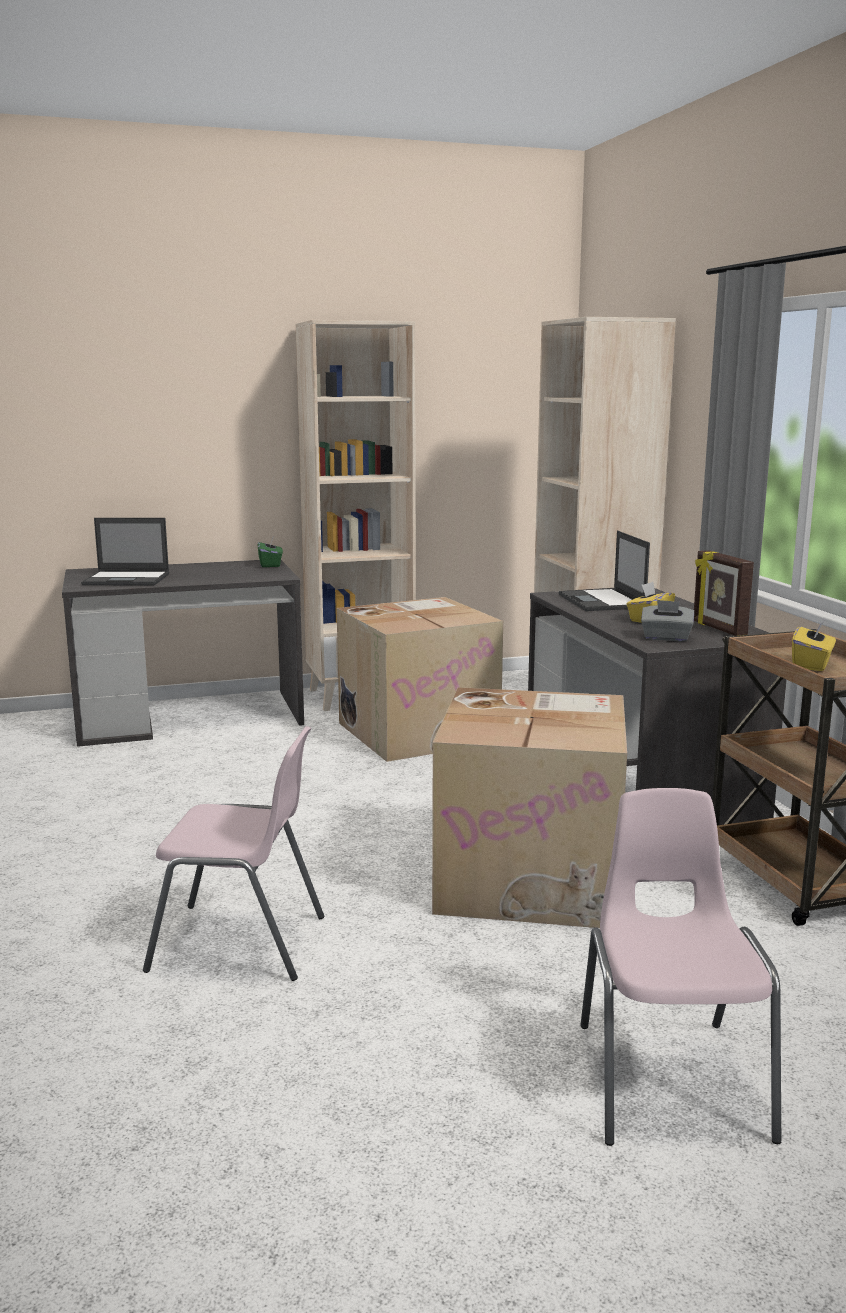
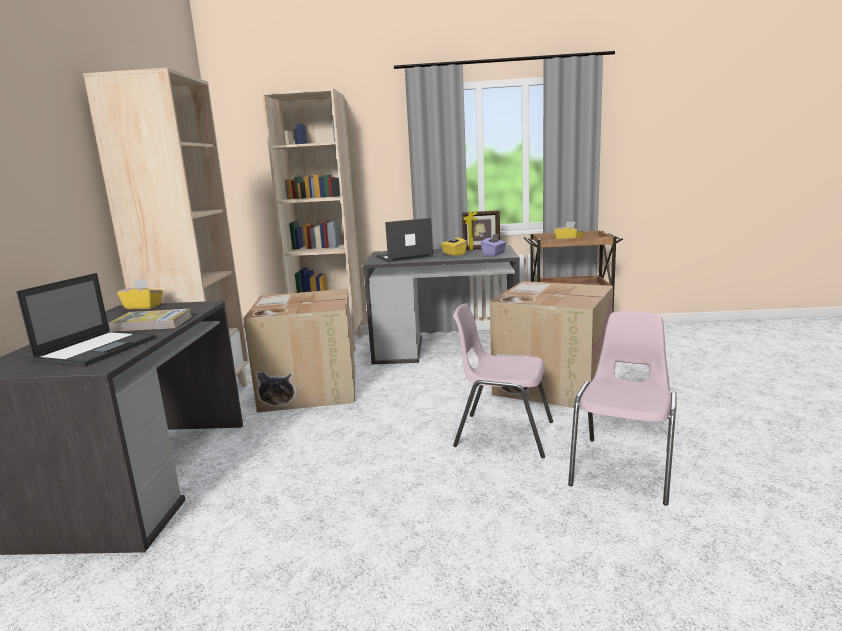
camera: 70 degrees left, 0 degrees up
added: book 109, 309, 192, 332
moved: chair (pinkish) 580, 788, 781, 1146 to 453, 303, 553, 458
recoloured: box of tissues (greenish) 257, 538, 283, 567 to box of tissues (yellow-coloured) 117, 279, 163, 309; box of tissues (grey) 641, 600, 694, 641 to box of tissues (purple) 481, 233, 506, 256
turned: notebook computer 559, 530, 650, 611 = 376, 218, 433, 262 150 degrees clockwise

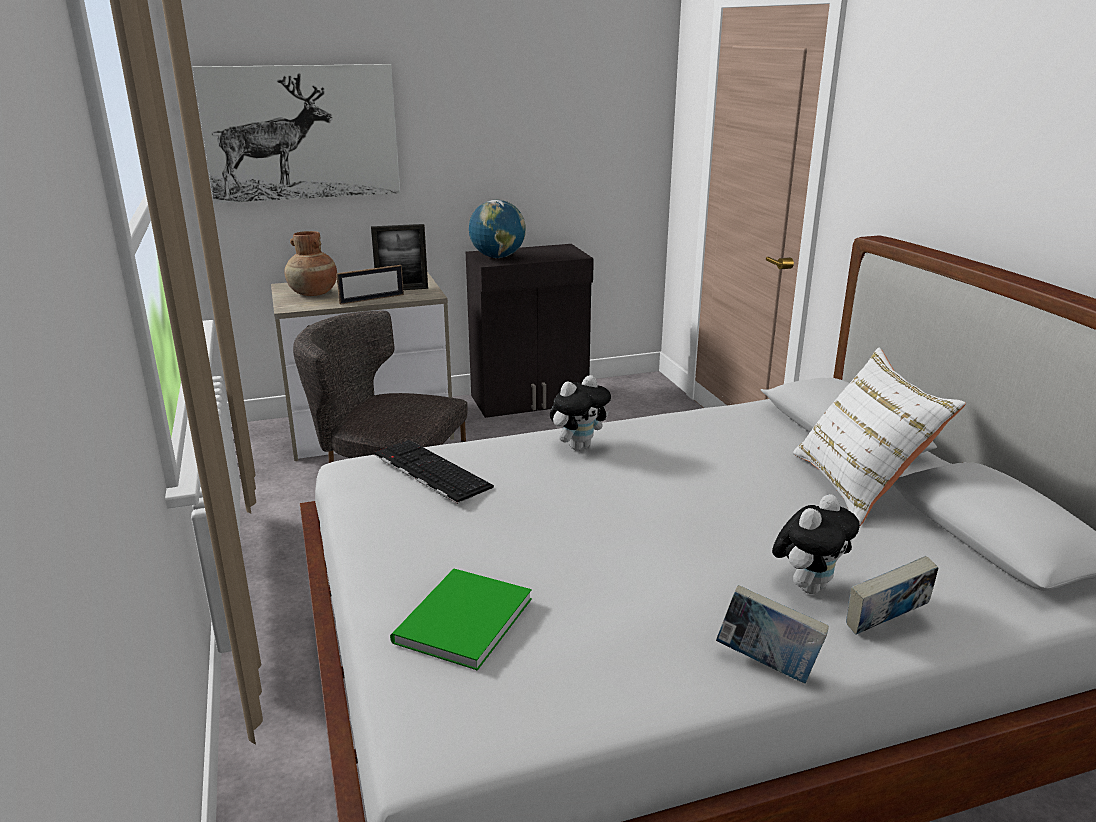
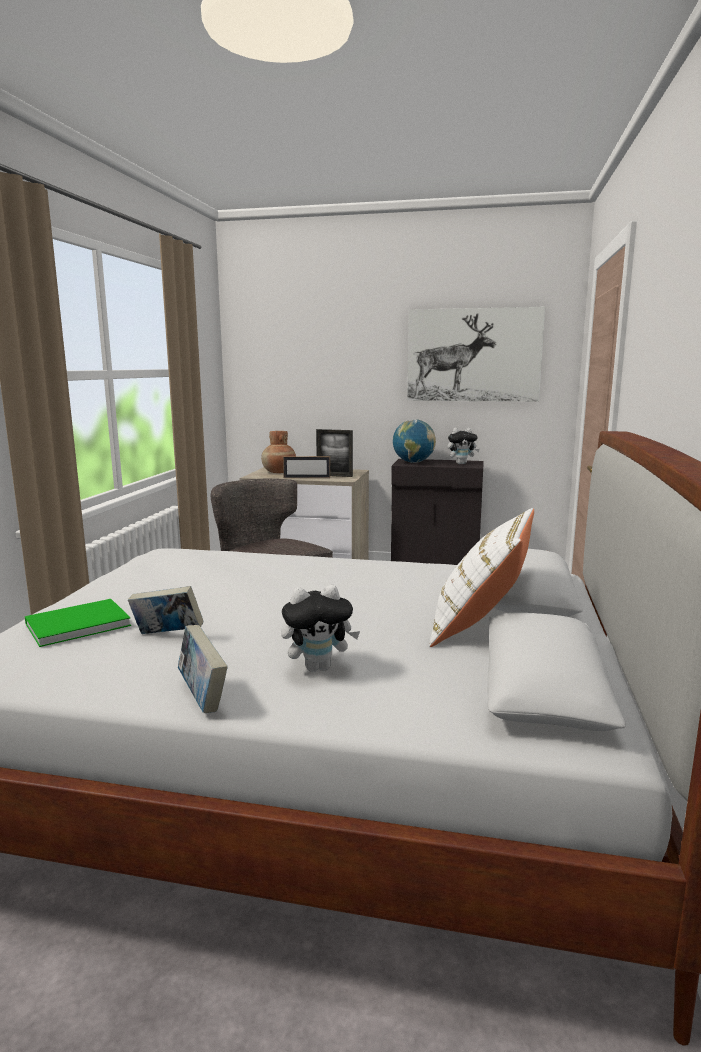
camera: 30 degrees right, 10 degrees down
removed: keyboard 374, 440, 494, 504
moved: wall art 192, 64, 400, 204 to 407, 307, 545, 402; soft toy 550, 375, 611, 451 to 447, 428, 480, 464; book 846, 556, 938, 634 to 128, 586, 204, 634

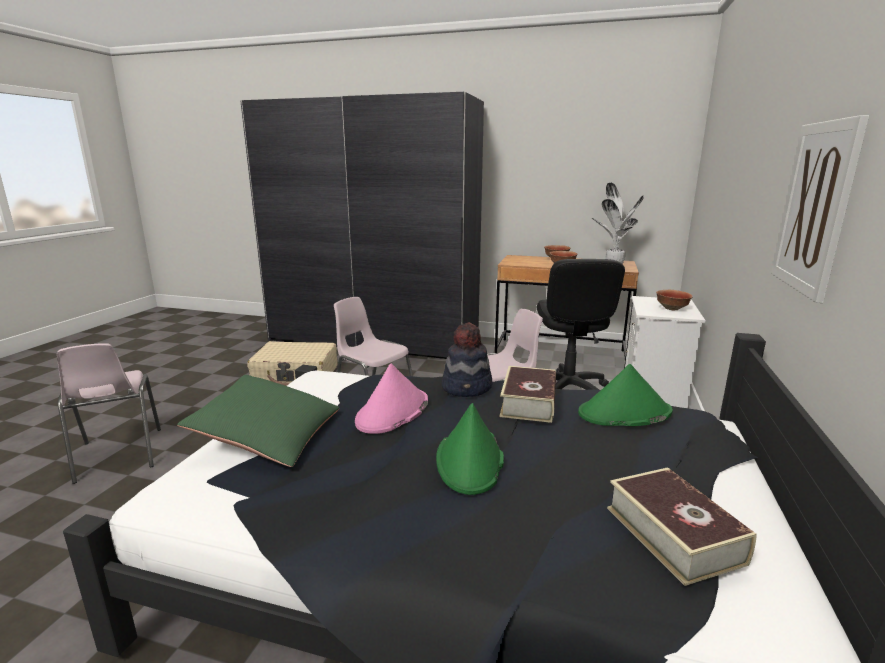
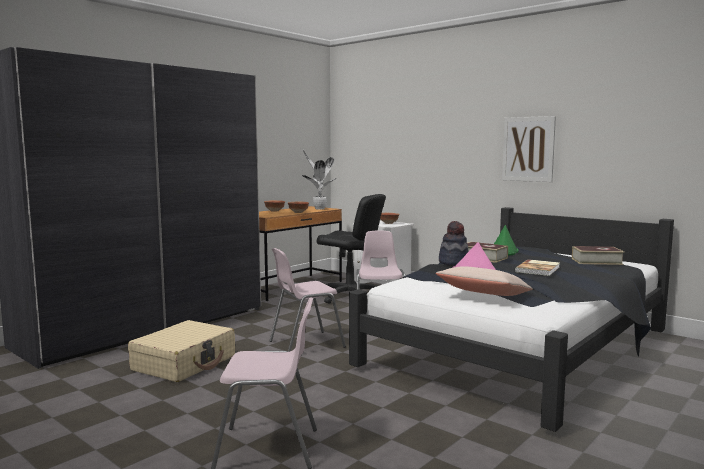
camera: 65 degrees left, 10 degrees down
replaced: clothing hat (greenish) 436, 403, 504, 495 to book 515, 259, 560, 276
recoloured: cushion (greenish) 177, 375, 339, 467 to cushion (beige) 436, 266, 533, 296

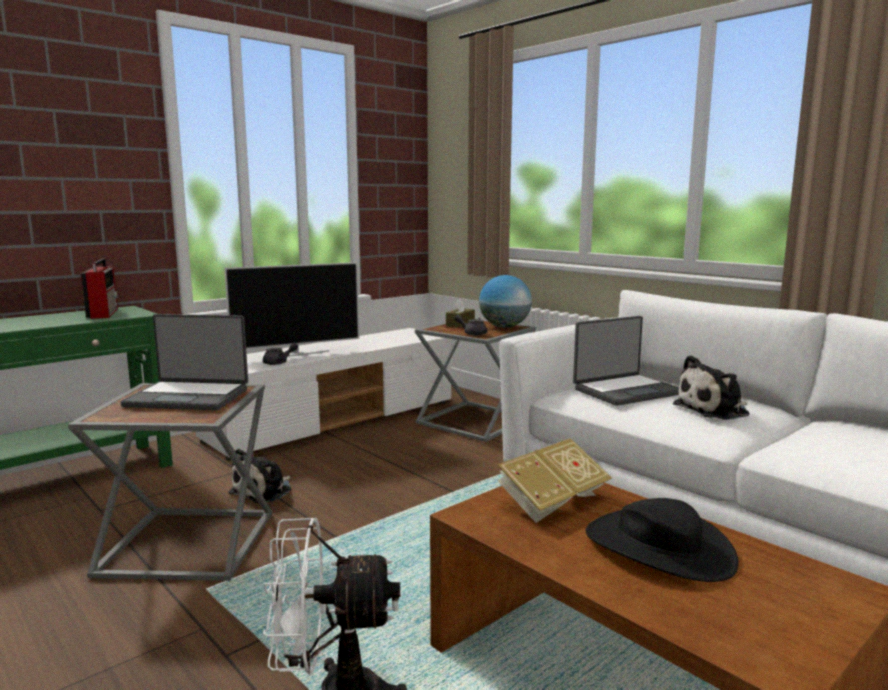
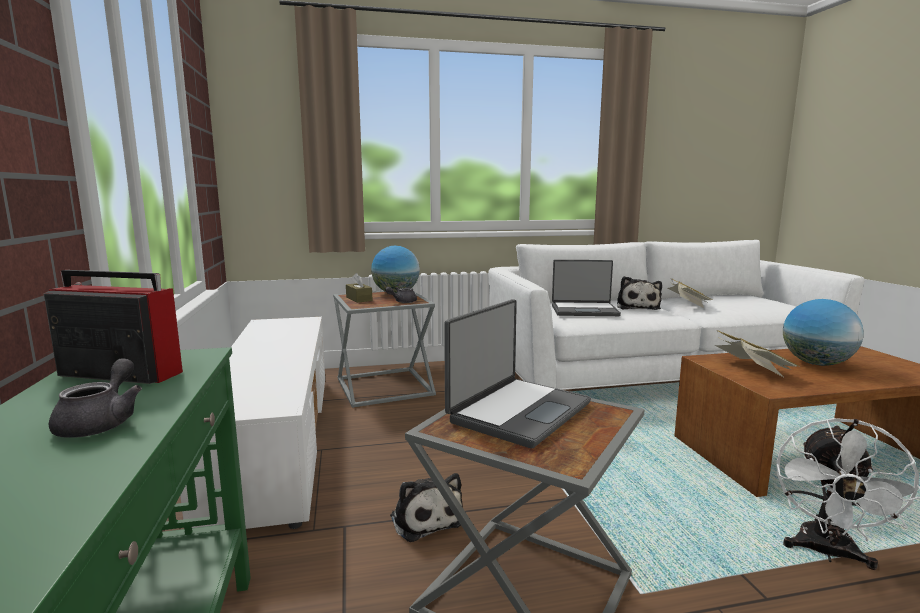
camera: 60 degrees left, 0 degrees up
removed: television 224, 262, 360, 356
added: book 668, 278, 712, 308
moved: tea pot (grey) 263, 343, 298, 365 to 49, 358, 142, 438
replaced: clothing hat (black-coloured) 585, 498, 738, 582 to globe 783, 299, 864, 366
turned: notebook computer 573, 316, 679, 406 = 552, 260, 621, 316 90 degrees clockwise

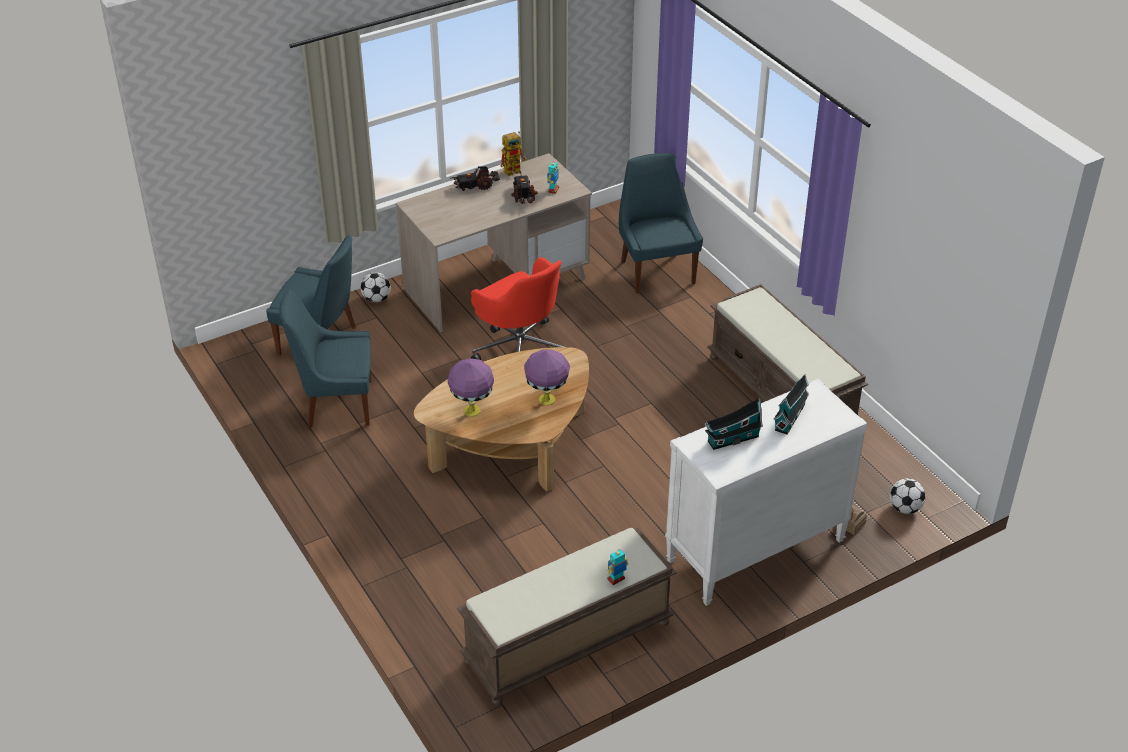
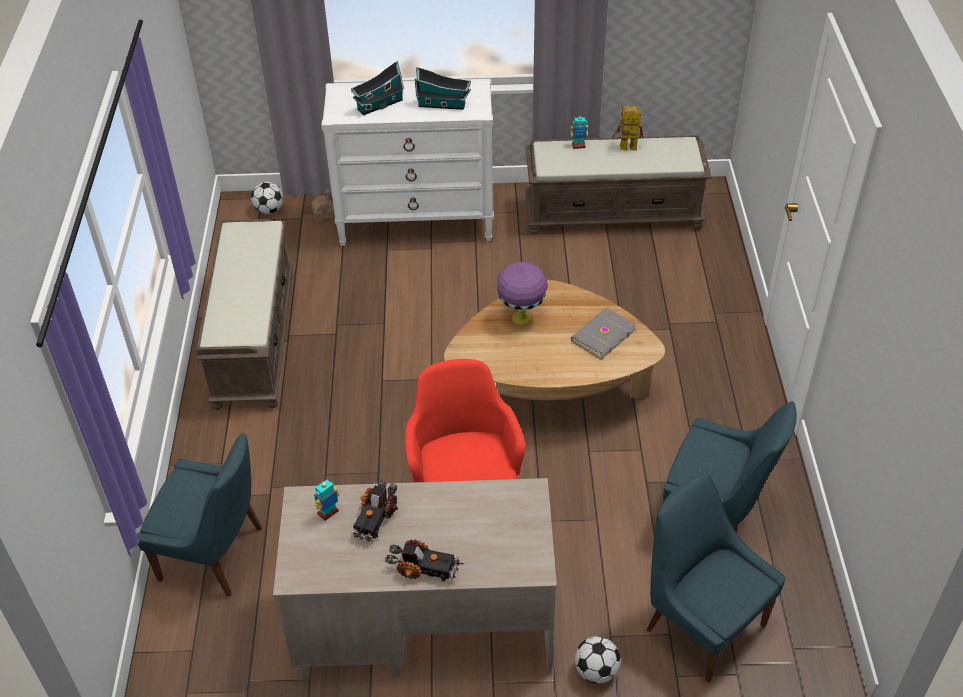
camera: 150 degrees left, 5 degrees up
moved: robot figure 501, 131, 527, 176 to 612, 106, 644, 151
replaced: lamp for a table (purple) 448, 358, 494, 417 to book (grey) 571, 307, 636, 360
turned: chair (bluish) 619, 153, 703, 293 = 137, 433, 262, 597 90 degrees counterclockwise

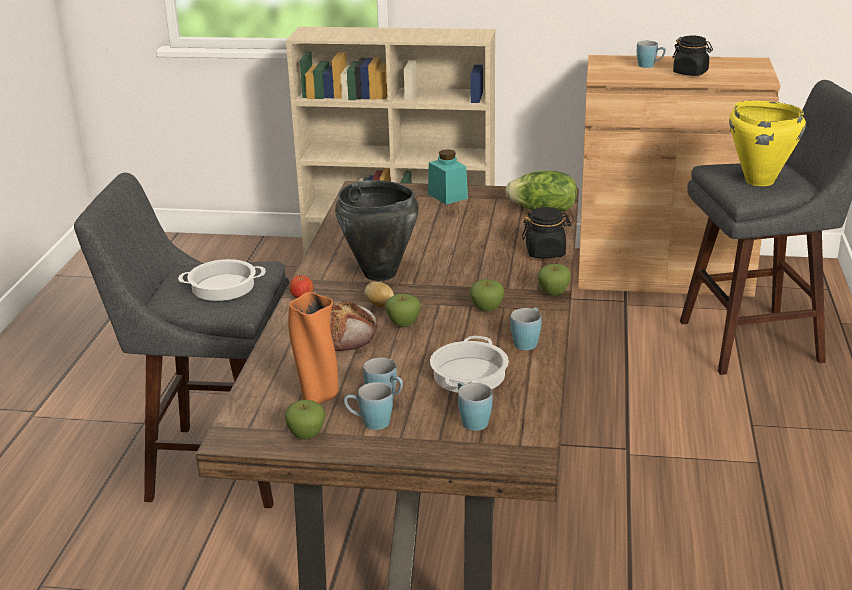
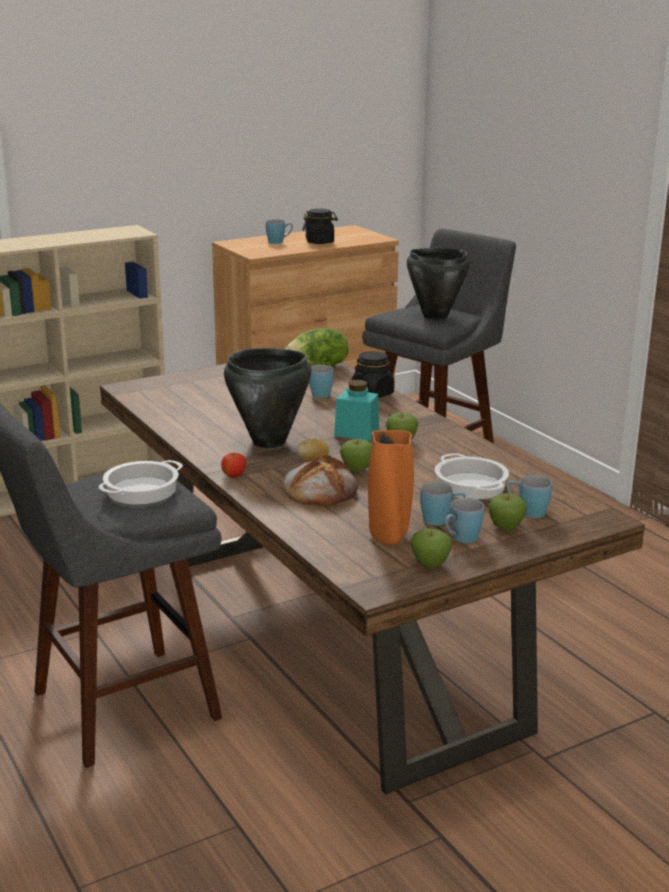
camera: 40 degrees left, 5 degrees down
moved: jar (turquoise) 428, 149, 468, 205 to 334, 380, 379, 441; coffee mug (bluish) 510, 307, 542, 350 to 309, 365, 334, 397; whole apple 537, 264, 571, 296 to 488, 493, 527, 530
recoloured: stockpot (yellow-coloured) 729, 101, 806, 186 to stockpot (black-coloured) 407, 248, 469, 320

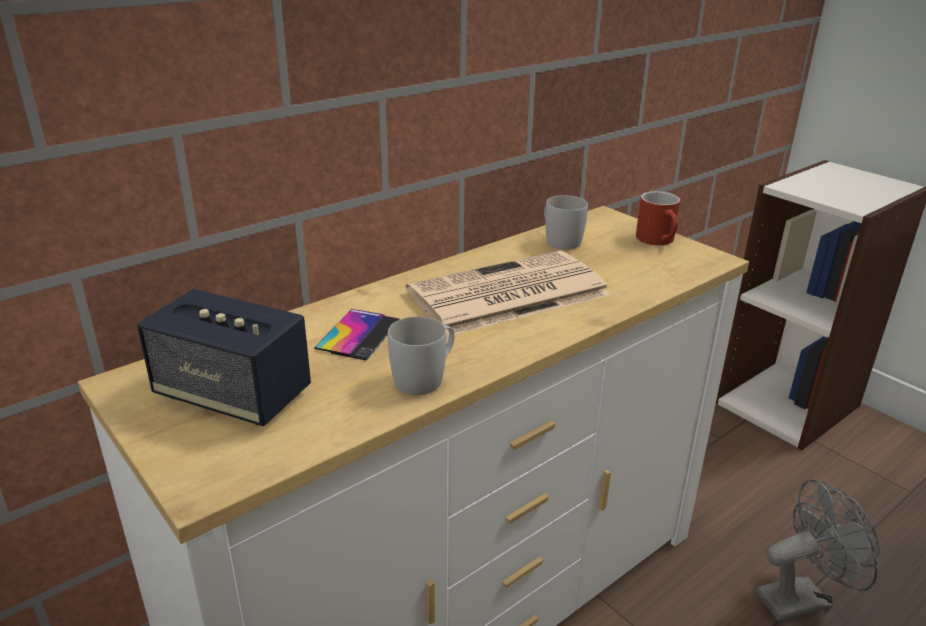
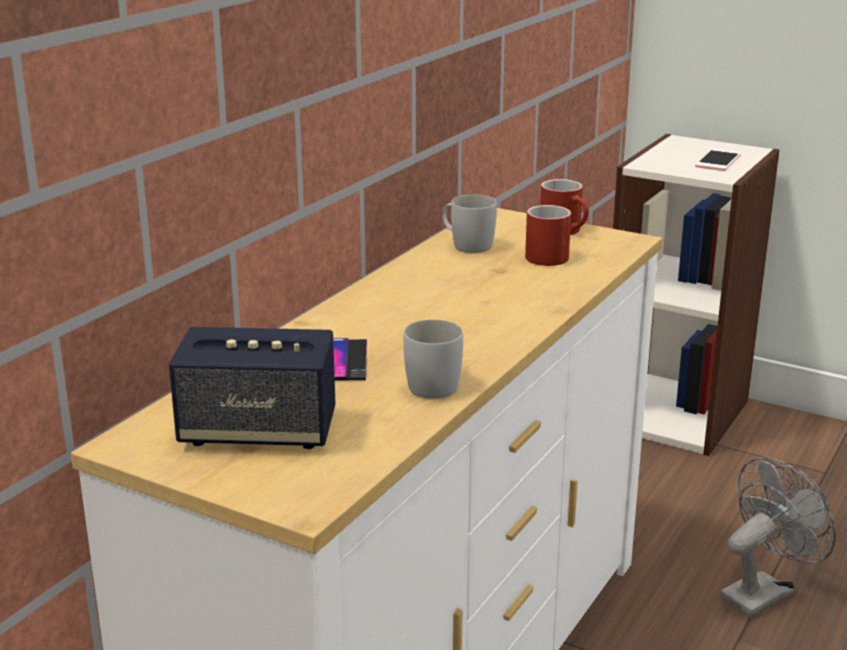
camera: 20 degrees left, 5 degrees down
removed: newspaper 406, 251, 611, 336
added: coffee mug (red-coloured) 525, 205, 571, 266; handset 695, 149, 741, 171

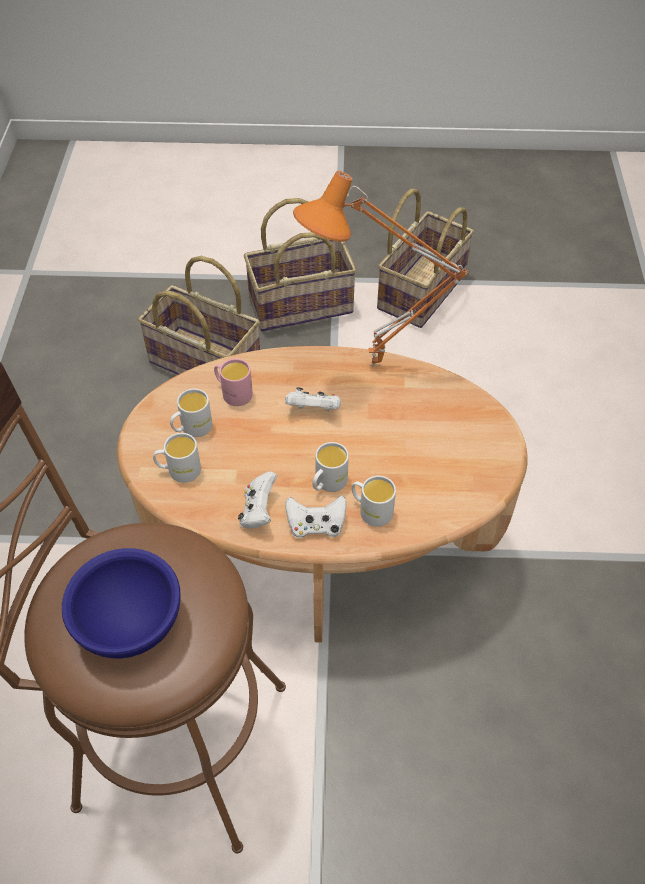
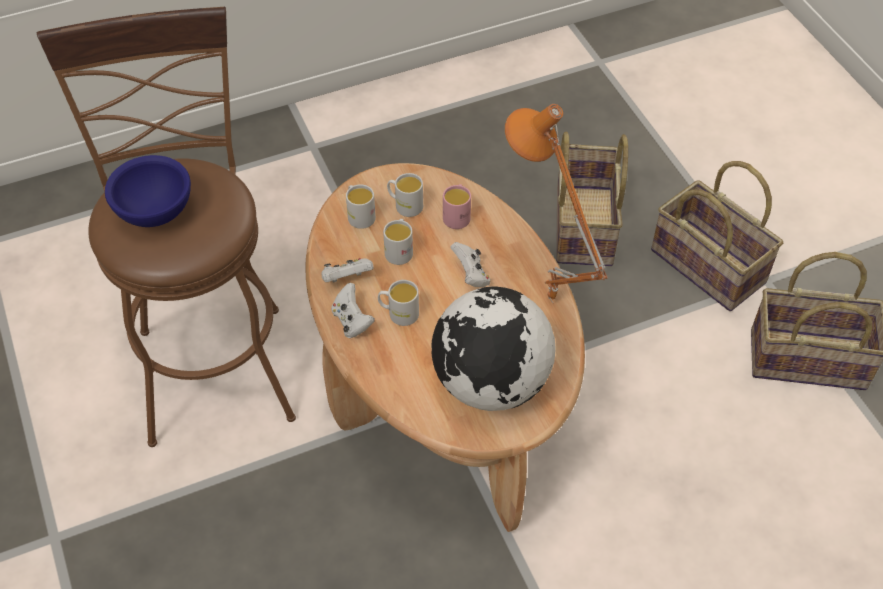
camera: 65 degrees right, 0 degrees up
added: globe 431, 287, 556, 411
moved: coffee mug (white-coloured) 352, 476, 396, 527 to 383, 219, 413, 265

